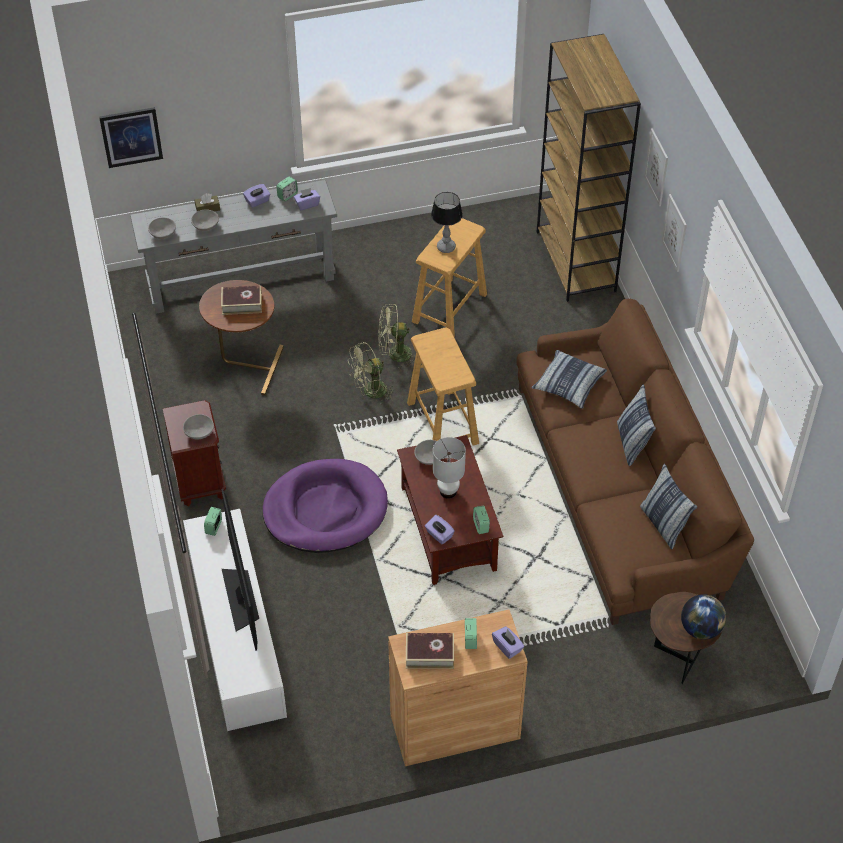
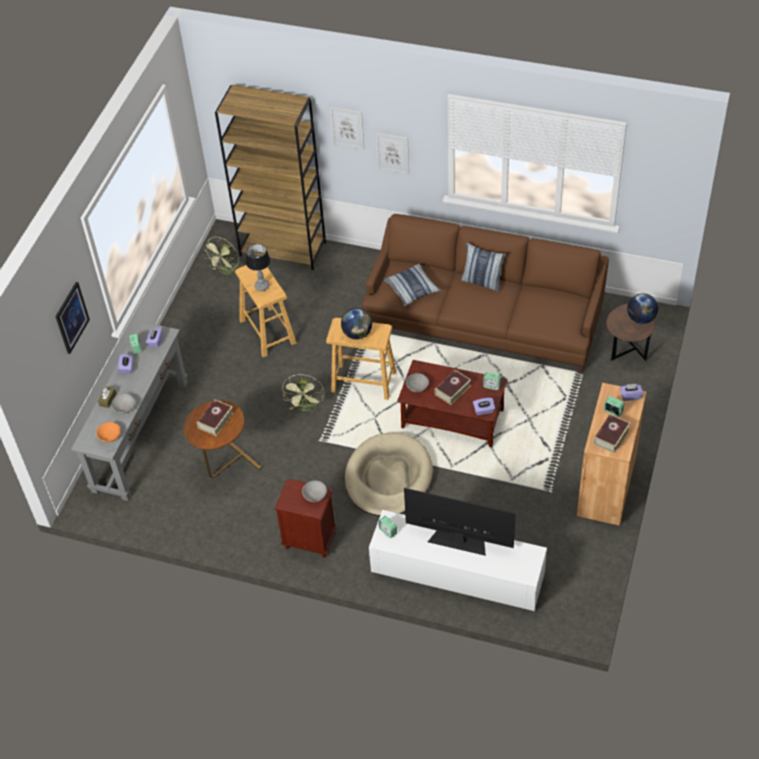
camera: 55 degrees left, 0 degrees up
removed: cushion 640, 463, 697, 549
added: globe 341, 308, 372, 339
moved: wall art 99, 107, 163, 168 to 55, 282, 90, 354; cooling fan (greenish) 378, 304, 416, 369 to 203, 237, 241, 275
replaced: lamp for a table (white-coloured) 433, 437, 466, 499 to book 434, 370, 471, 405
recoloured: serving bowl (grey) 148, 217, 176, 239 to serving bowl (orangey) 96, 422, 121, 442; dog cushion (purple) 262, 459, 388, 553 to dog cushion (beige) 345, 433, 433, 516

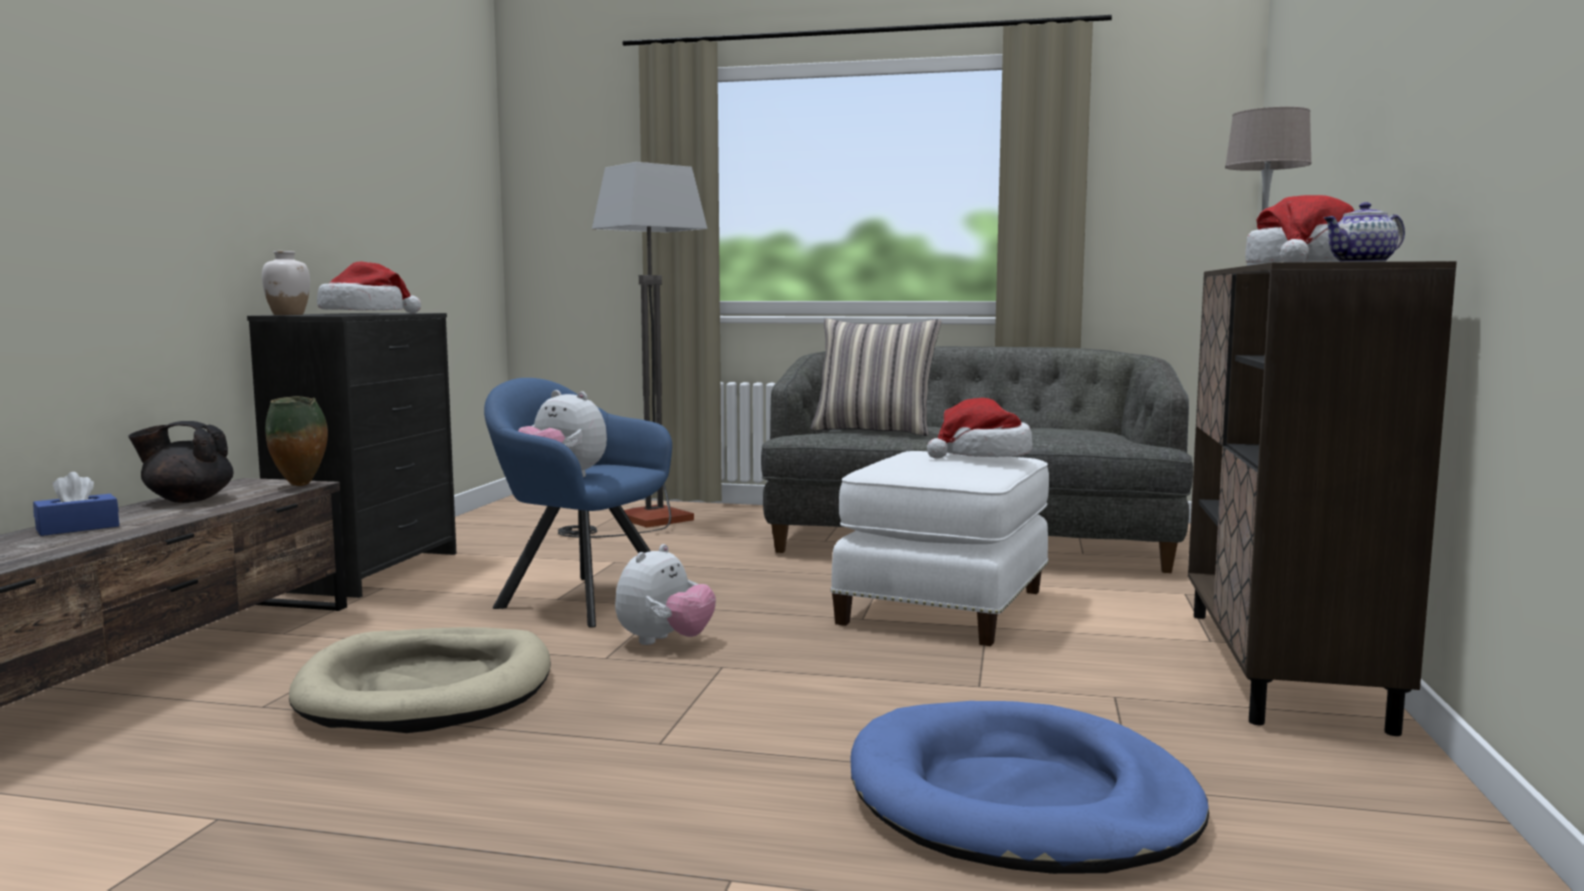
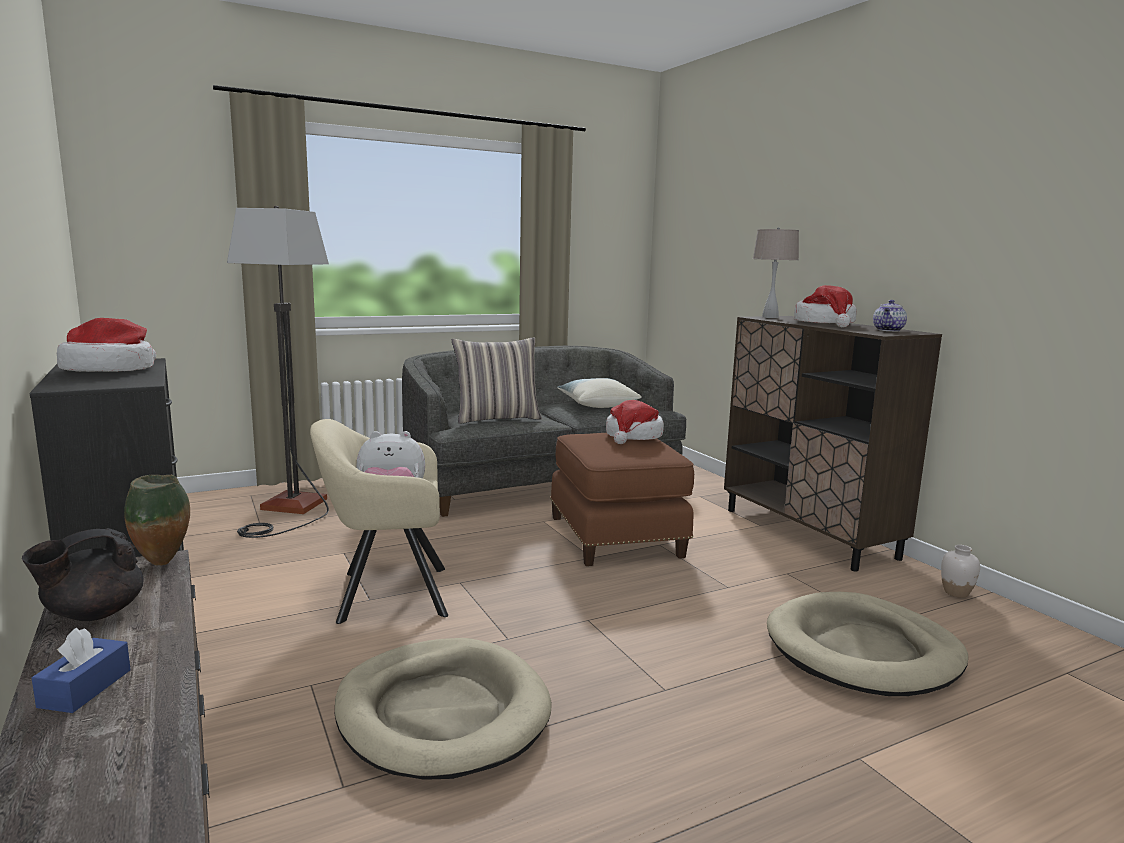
camera: 40 degrees left, 5 degrees up
removed: soft toy 615, 544, 716, 645
added: cushion 557, 378, 642, 408
moved: vase (white-coloured) 262, 251, 310, 315 to 941, 545, 980, 598
recoloured: armchair (bluish) 484, 378, 672, 628 to armchair (beige) 310, 419, 448, 624; footrest (white-coloured) 830, 451, 1049, 646 to footrest (brown) 550, 433, 694, 566; dog cushion (bluish) 850, 701, 1209, 874 to dog cushion (beige) 767, 592, 968, 696

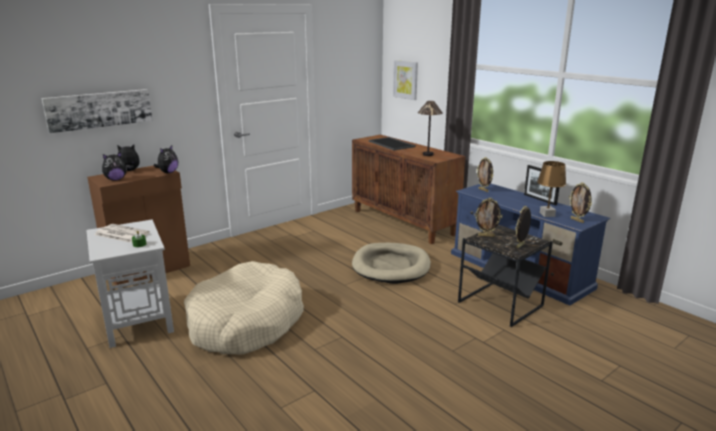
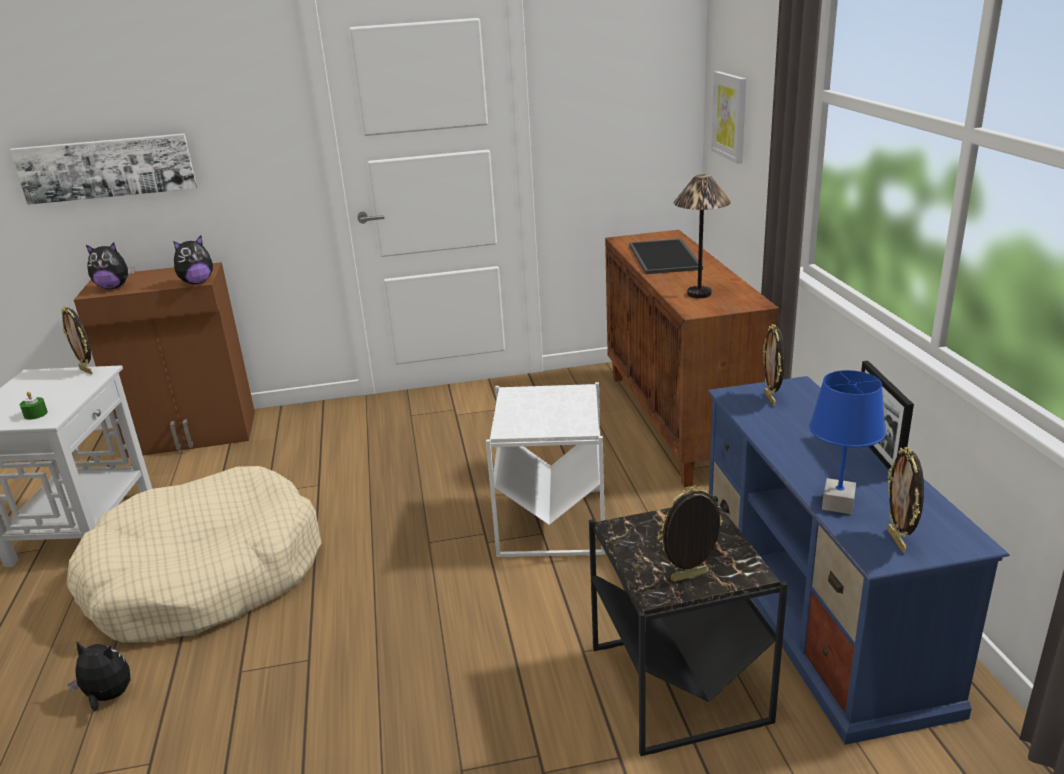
camera: 30 degrees right, 5 degrees up
removed: newspaper 94, 224, 150, 243
moved: soft toy 117, 144, 140, 171 to 67, 641, 130, 711; standing frame 474, 198, 502, 237 to 61, 306, 93, 374
replaced: dog cushion (beige) 352, 243, 431, 284 to accent table (white-coloured) 486, 382, 606, 557
recoloured: lamp for a table (brown) 537, 161, 566, 217 to lamp for a table (bluish) 809, 370, 886, 514

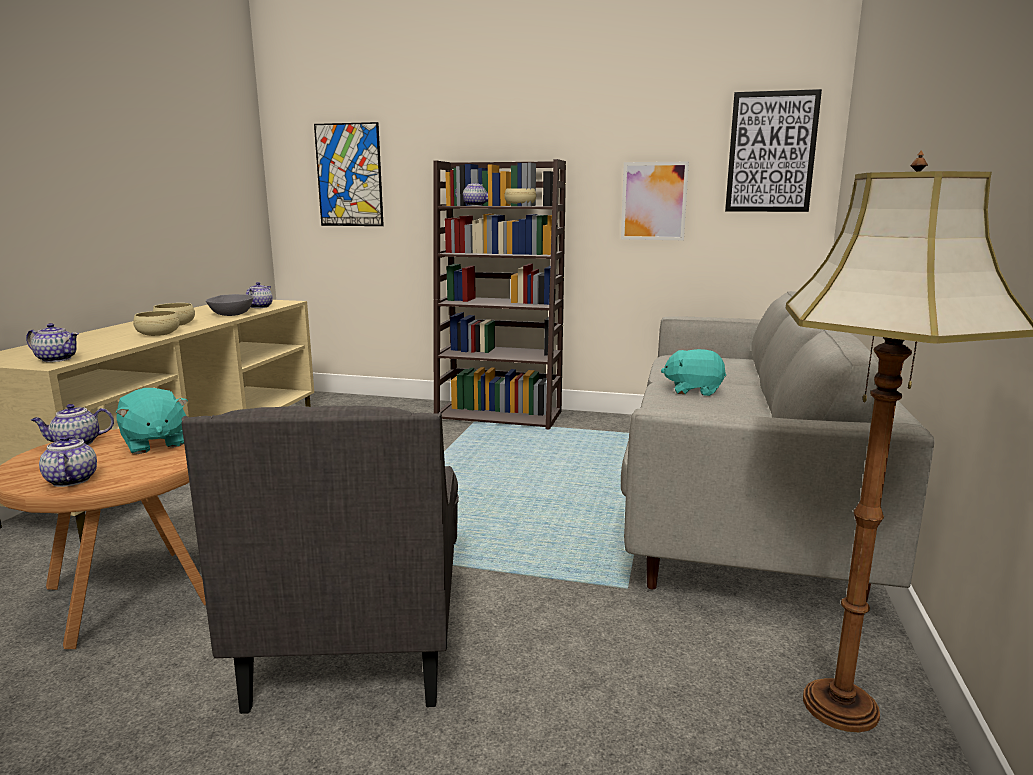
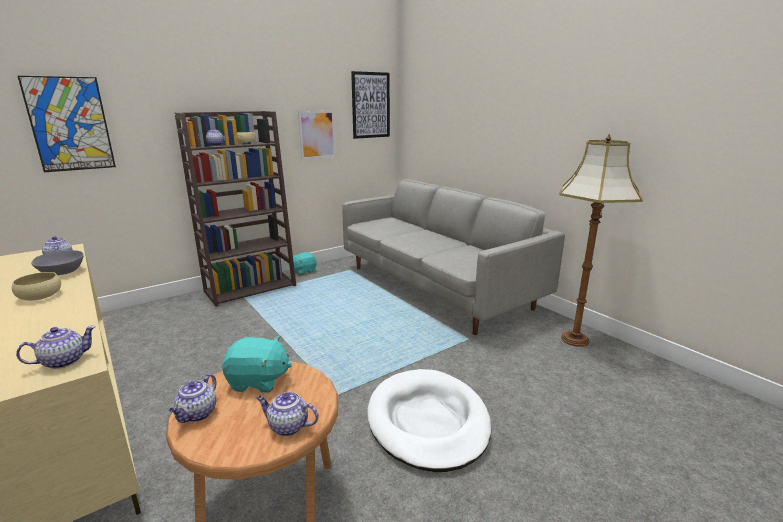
camera: 50 degrees left, 5 degrees up
removed: serving bowl (beige) 133, 311, 179, 336
moved: soft toy (turquoise) 661, 349, 726, 396 to 289, 252, 317, 275
replaced: armchair (grey) 182, 406, 459, 714 to dog cushion (white-coloured) 367, 369, 491, 472

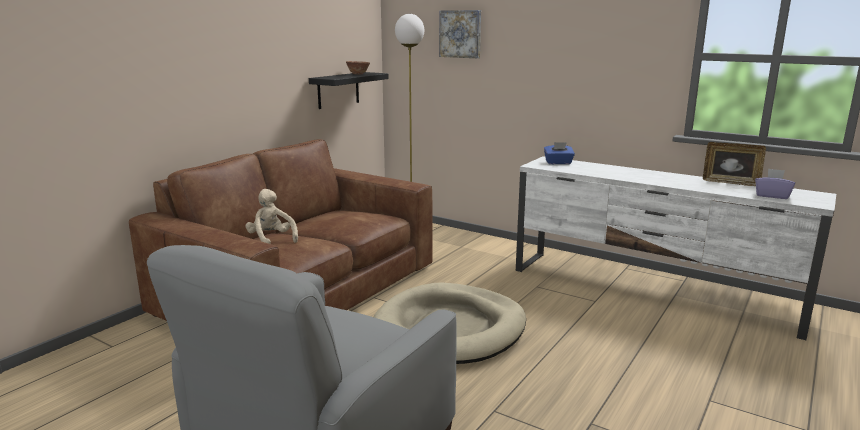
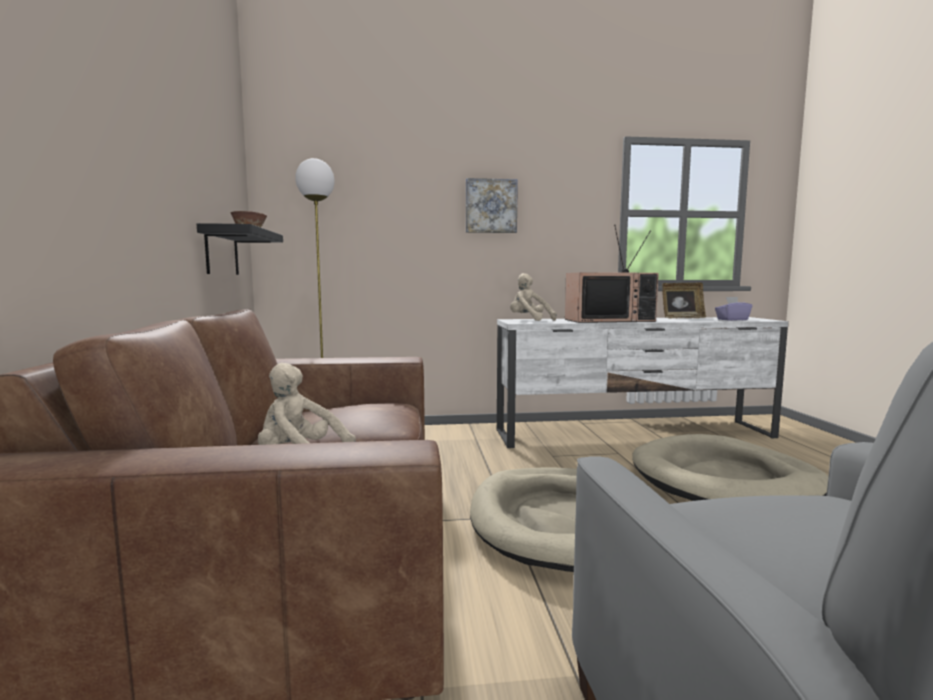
camera: 40 degrees left, 10 degrees down
added: television 565, 225, 659, 323; dog cushion (beige) 632, 434, 828, 501
moved: wall art 439, 10, 481, 58 to 466, 178, 518, 233
replaced: box of tissues (bluish) 544, 142, 575, 164 to soft toy (beige) 510, 273, 557, 321

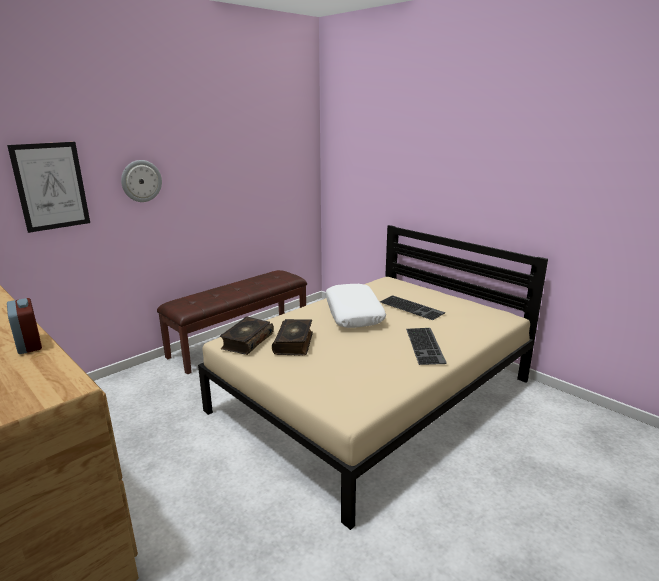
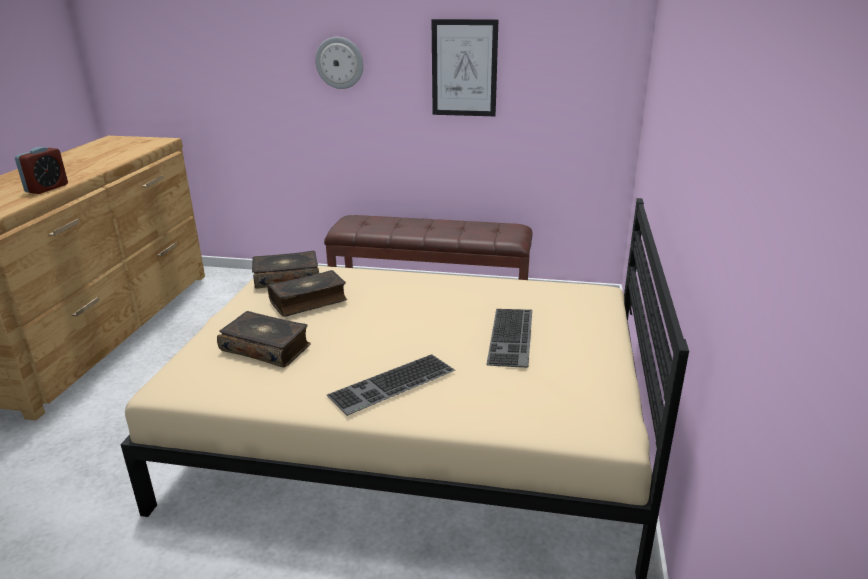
camera: 55 degrees right, 5 degrees up
removed: cushion (white-coloured) 325, 284, 386, 328
added: book 217, 311, 311, 368
moved: wall art 7, 142, 90, 233 to 432, 19, 498, 116

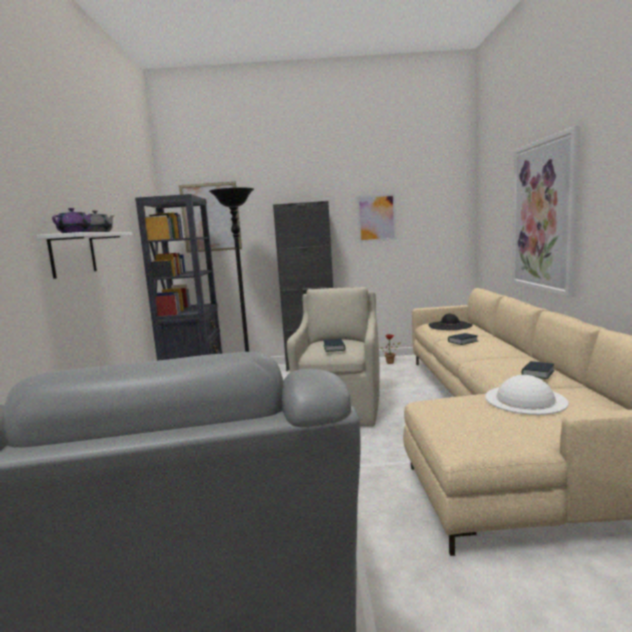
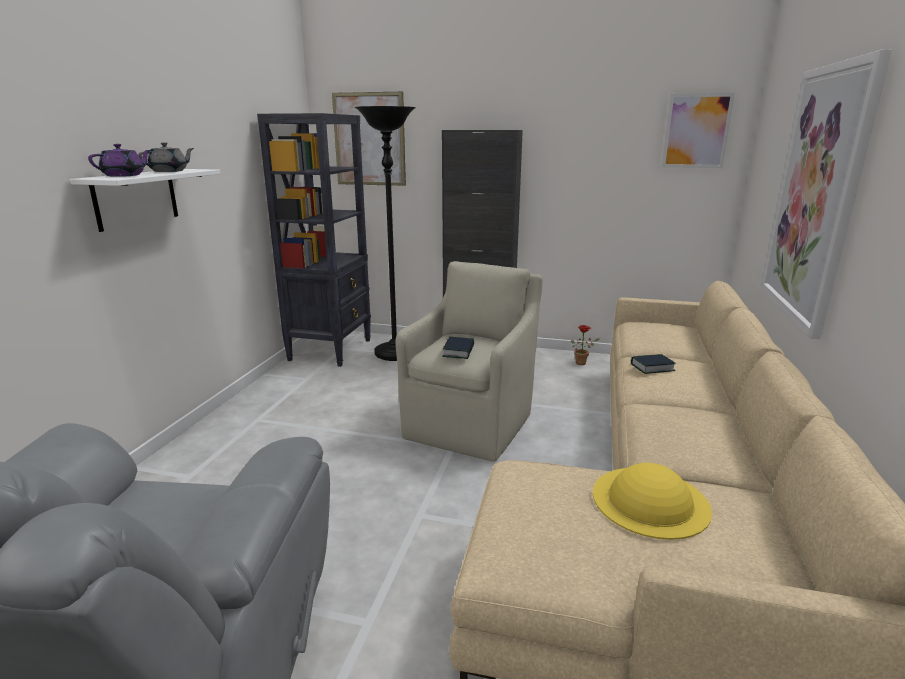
camera: 15 degrees right, 10 degrees up
removed: clothing hat (black-coloured) 429, 313, 473, 330; book 521, 361, 555, 379
moved: wall art 357, 194, 396, 242 to 662, 93, 735, 168
recoloured: clothing hat (white-coloured) 485, 375, 569, 415 to clothing hat (yellow-coloured) 593, 463, 712, 540

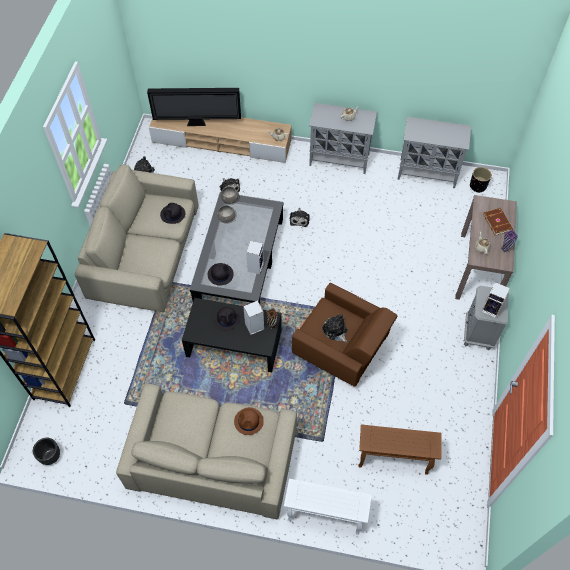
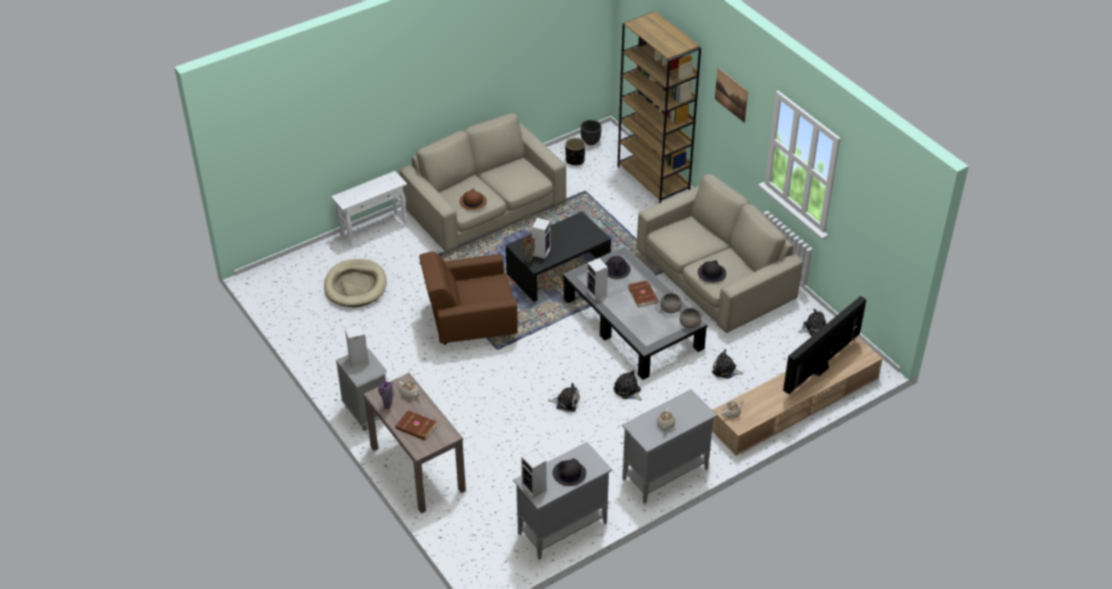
camera: 135 degrees right, 15 degrees down
added: loudspeaker 521, 449, 547, 498; book (brown) 628, 280, 658, 307; wall art 715, 68, 748, 123
moved: clothing hat (black-coloured) 213, 307, 241, 330 to 553, 458, 586, 486; soft toy 322, 314, 347, 343 to 548, 383, 580, 412; plant pot (black-coloured) 470, 167, 492, 193 to 565, 138, 585, 165
replaced: accent table (brown) 358, 424, 441, 475 to dog cushion (beige) 324, 259, 387, 307

